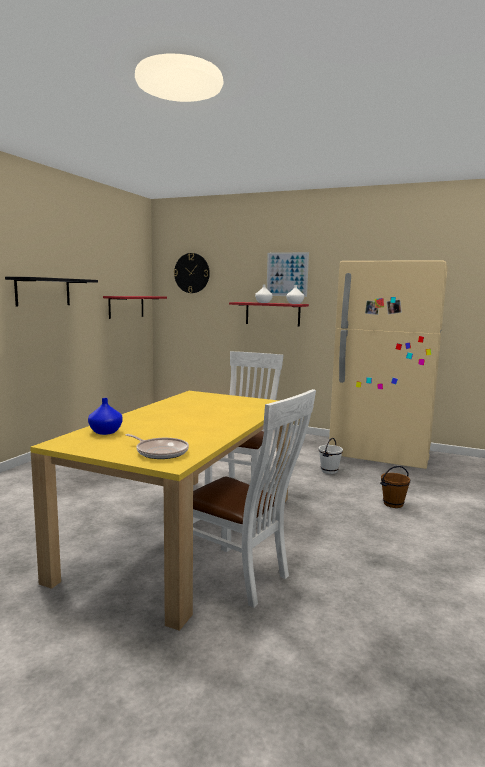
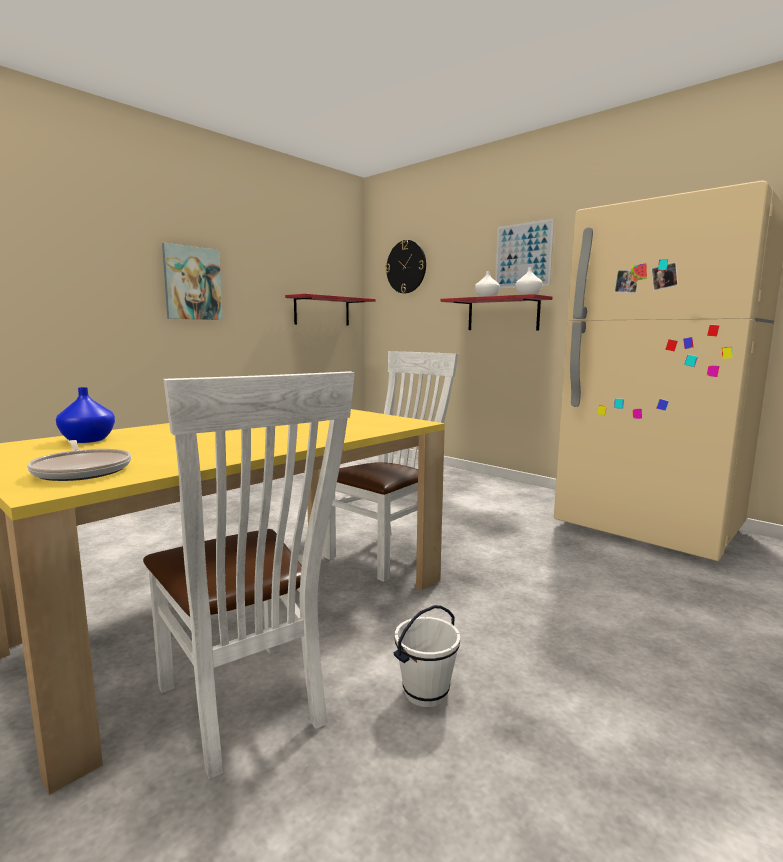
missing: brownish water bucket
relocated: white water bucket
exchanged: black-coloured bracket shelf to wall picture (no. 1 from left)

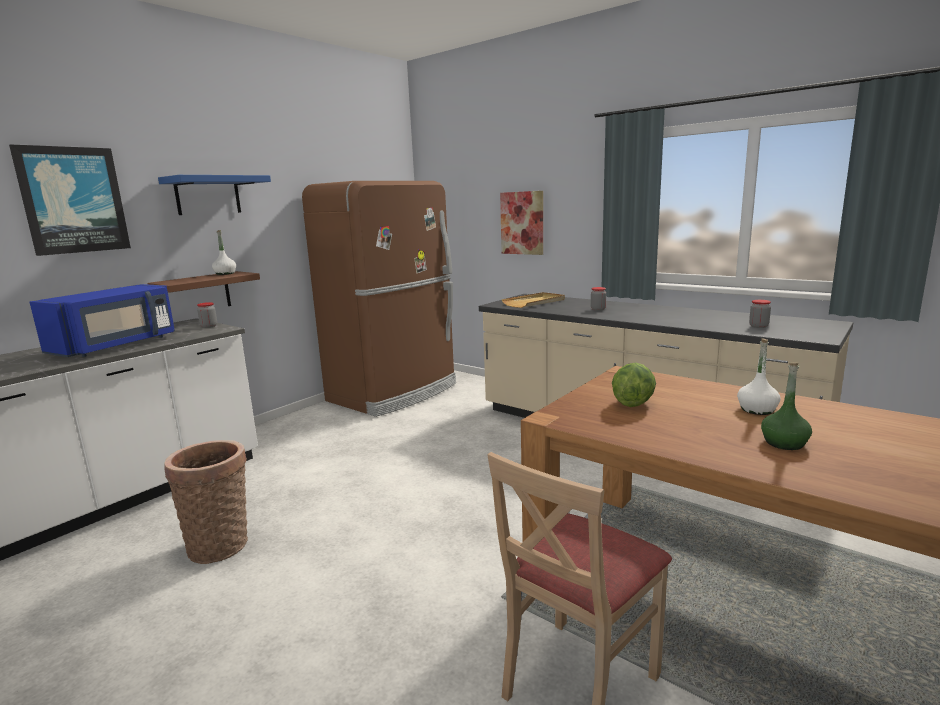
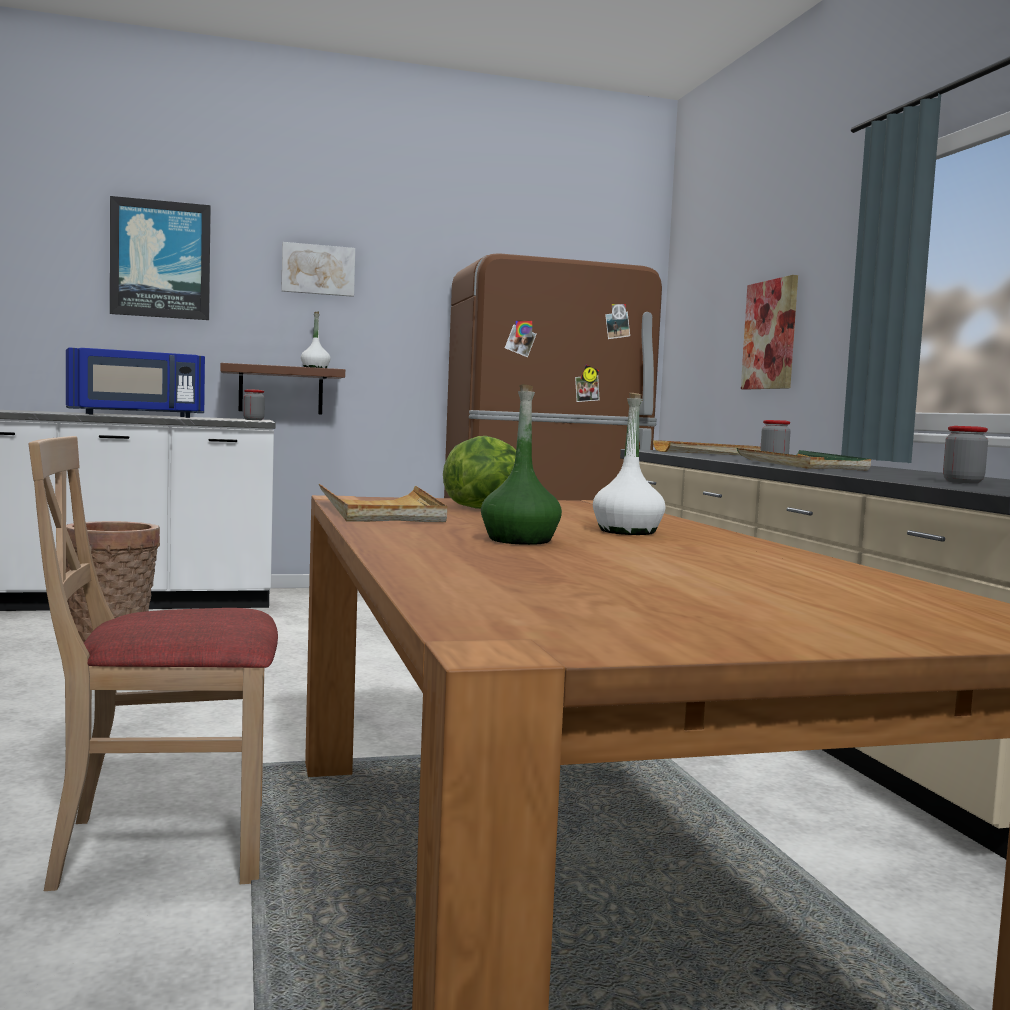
appeared: green serving tray; beige serving tray (no. 1 from left)
exchanged: blue-coloured bracket shelf to wall picture (no. 2 from left)

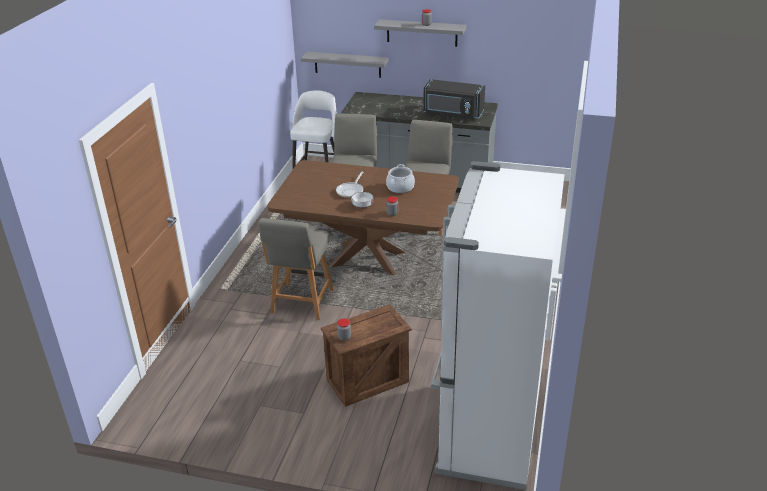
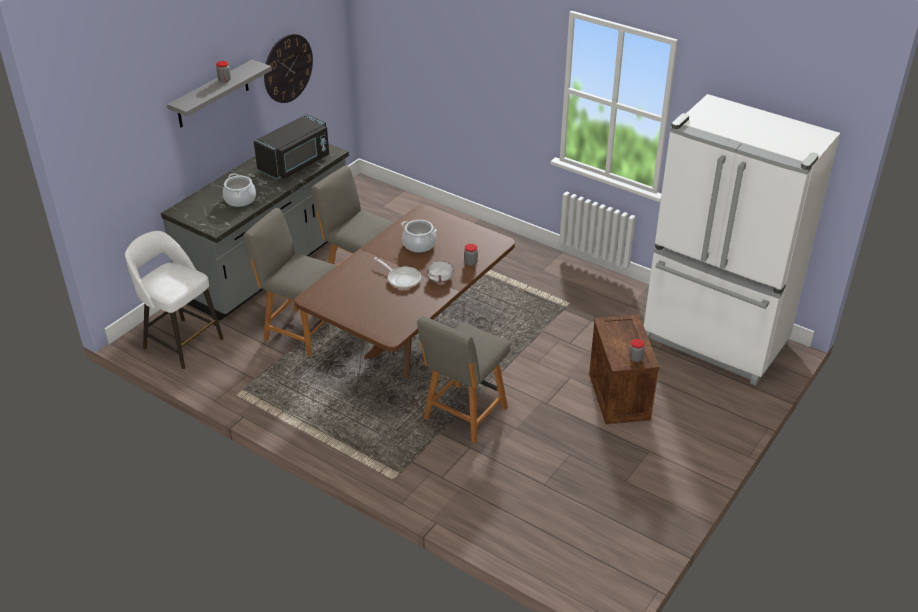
missing: greyish bracket shelf (no. 1 from left)
appeared: clock on the wall; saucepot (no. 1 from left)
spun: greyish plain chair (no. 1 from left in the first image) 90 degrees clockwise

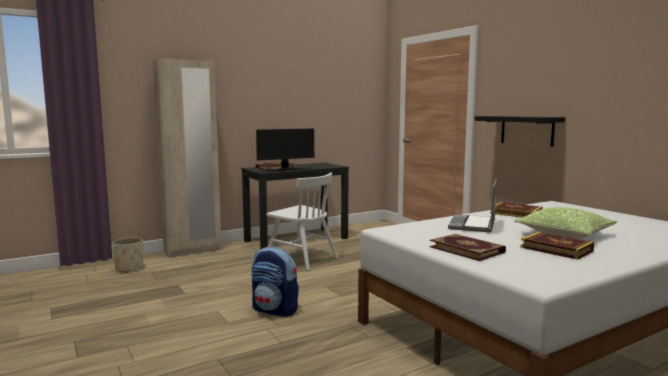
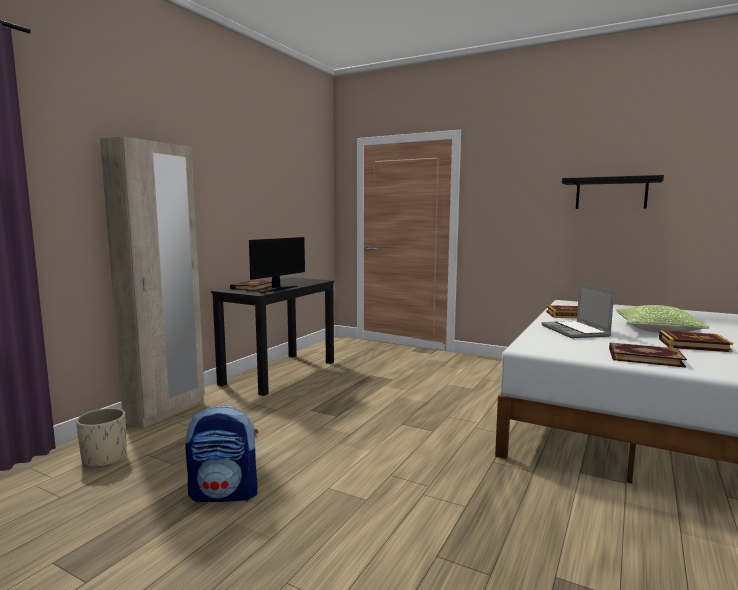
missing: white plain chair
relocated: black-coloured bracket shelf; knapsack

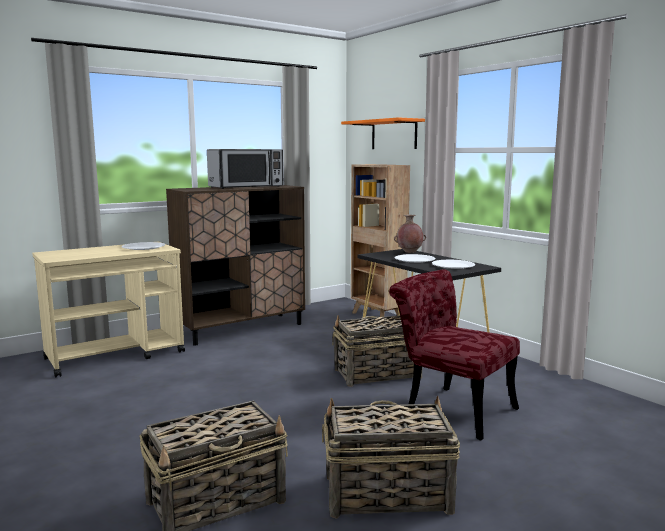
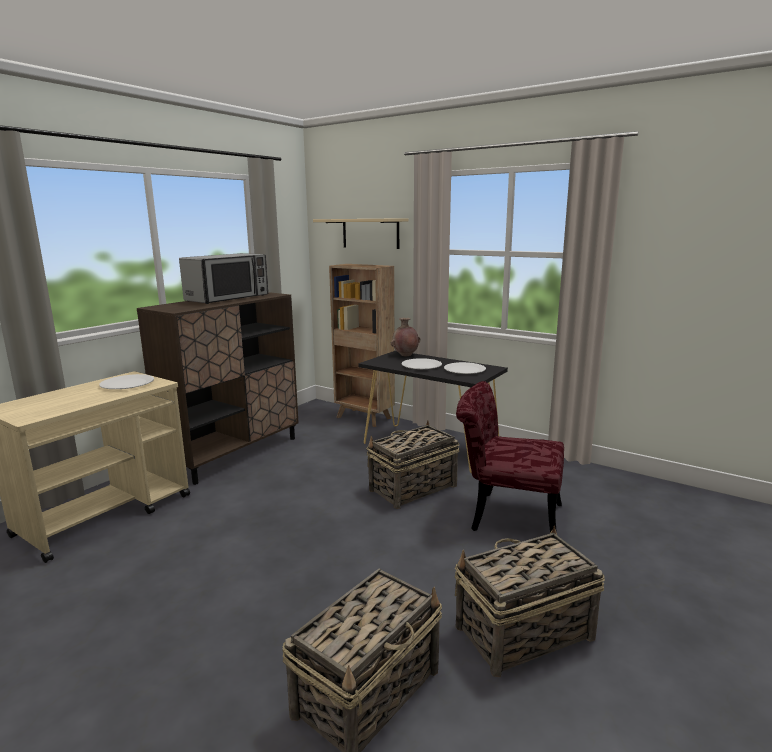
colour: orangey bracket shelf to beige bracket shelf

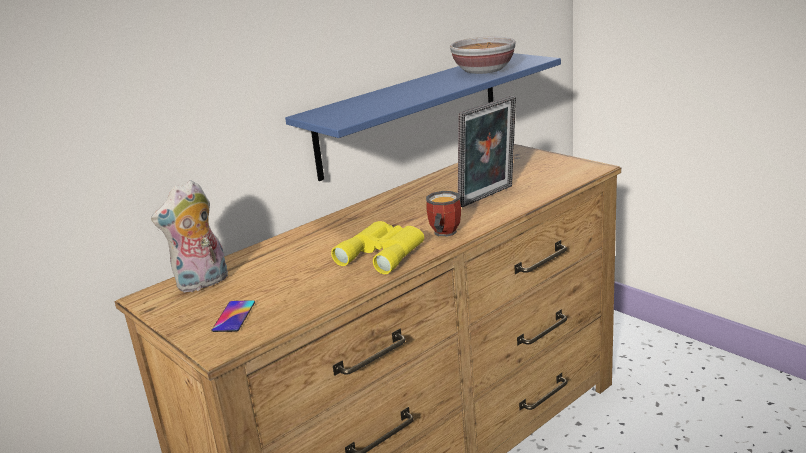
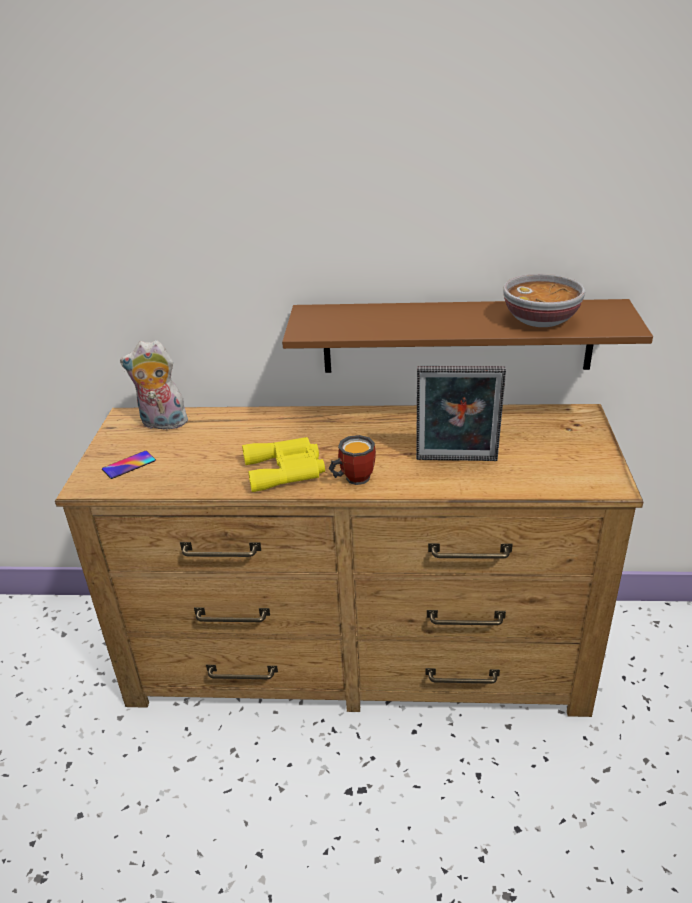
colour: blue-coloured bracket shelf to brownish bracket shelf

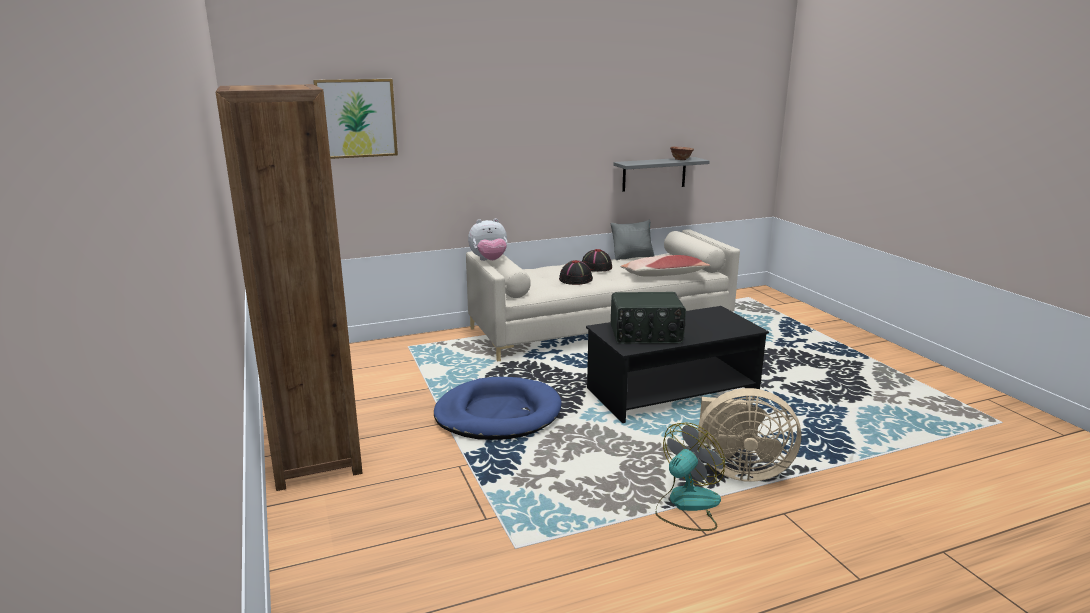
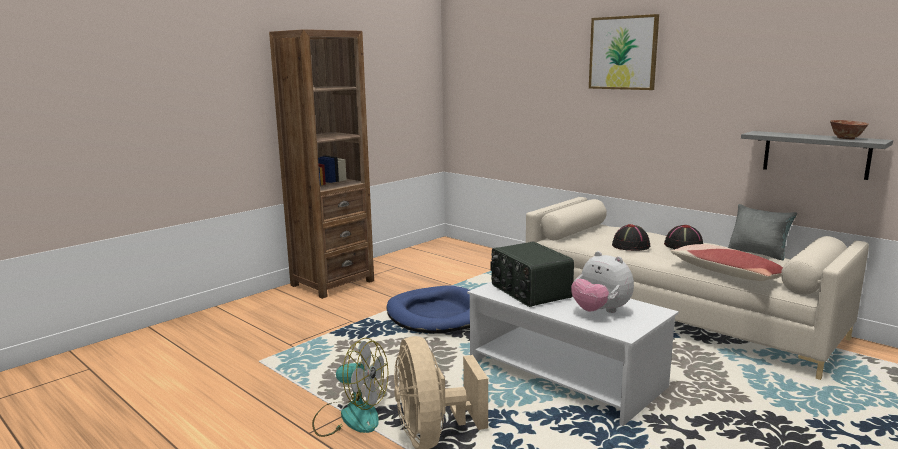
relocated: wall picture; plush toy
colour: black-coloured lounge table to white lounge table

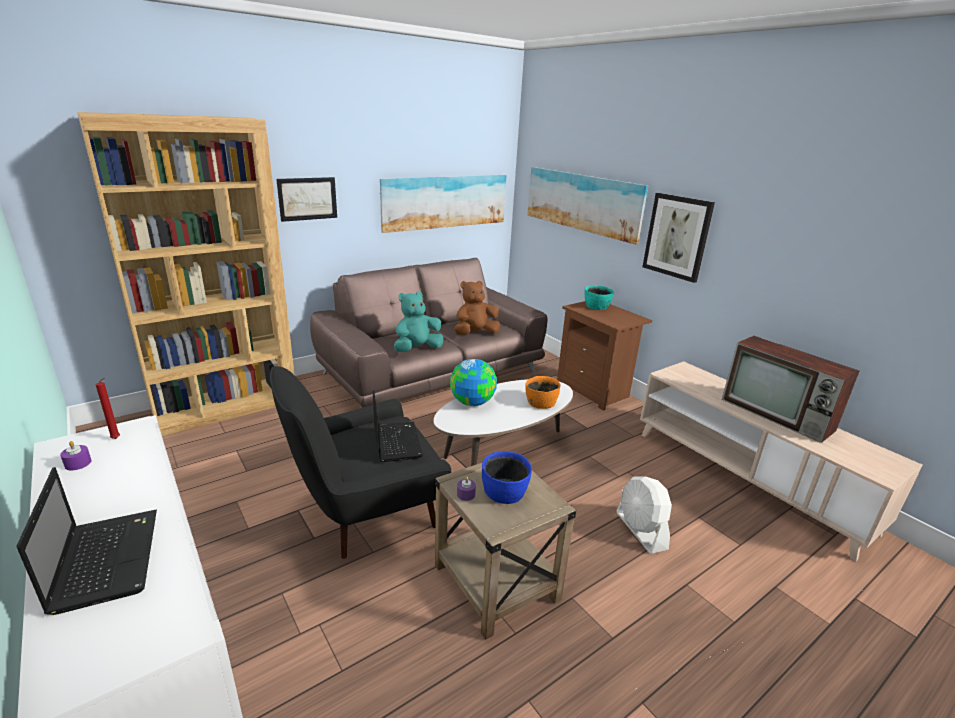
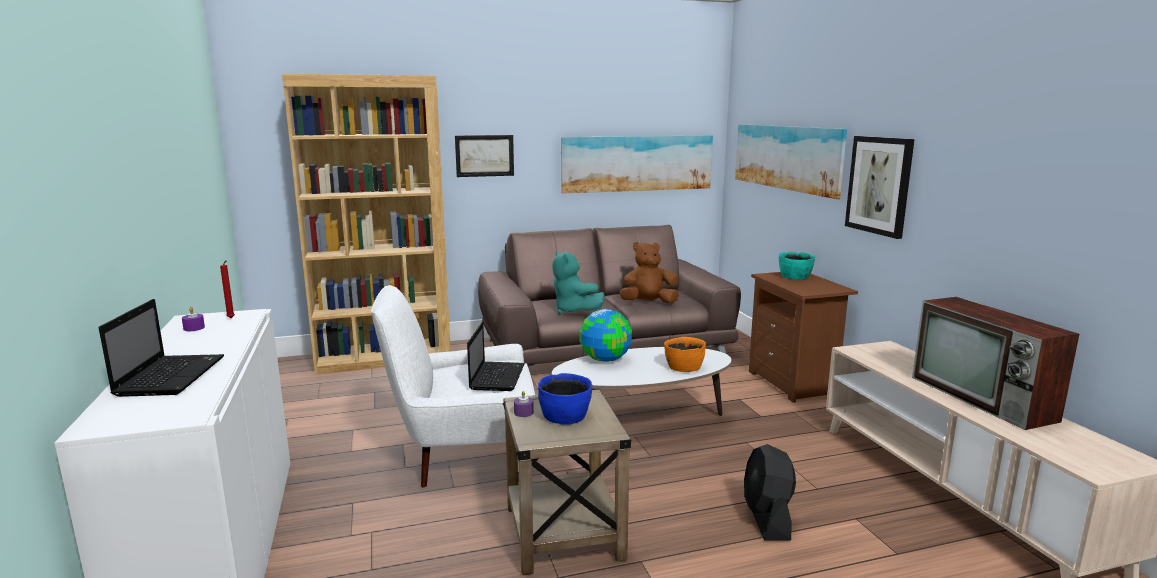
colour: black-coloured easy chair to white easy chair; white fan to black-coloured fan
spun: blue-green plush toy 105 degrees counterclockwise

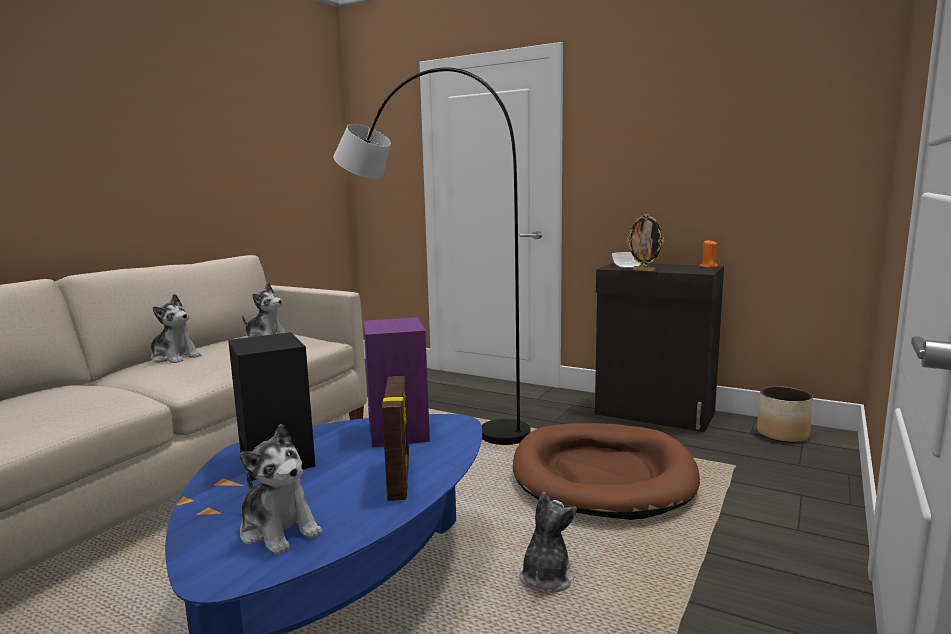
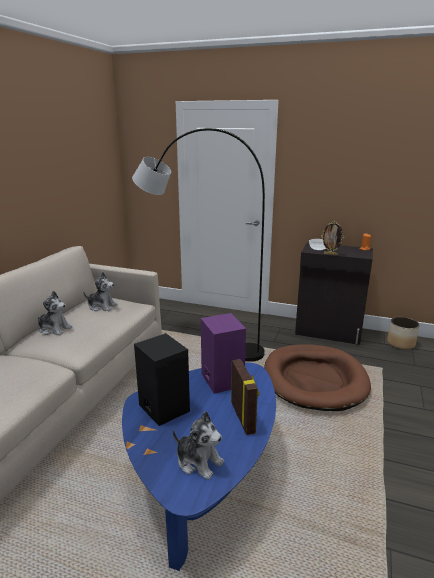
missing: plush toy (no. 4 from left)

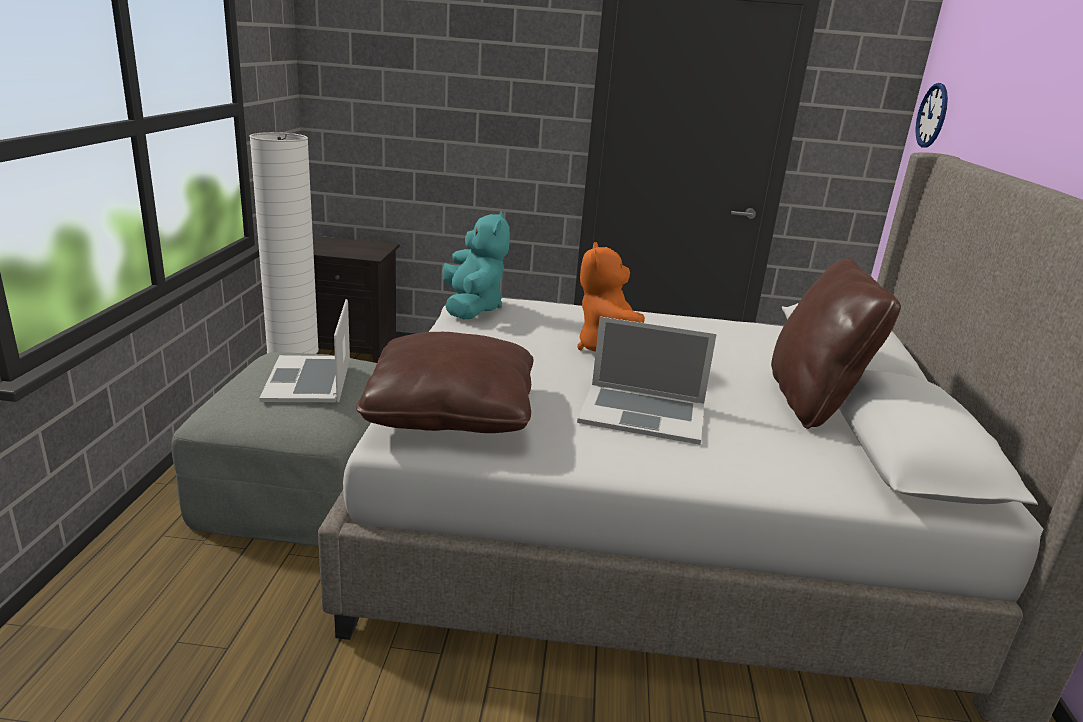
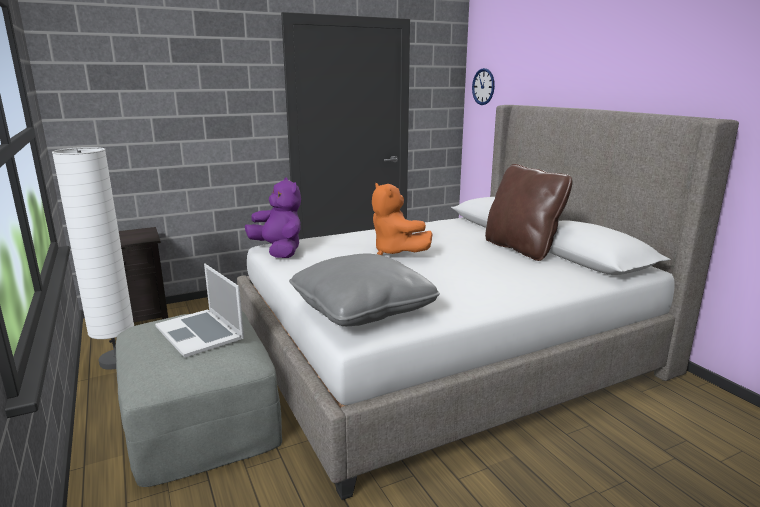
missing: notebook computer (no. 2 from left)
colour: blue-green plush toy to purple-coloured plush toy; brownish throw pillow (no. 1 from left) to greyish throw pillow

